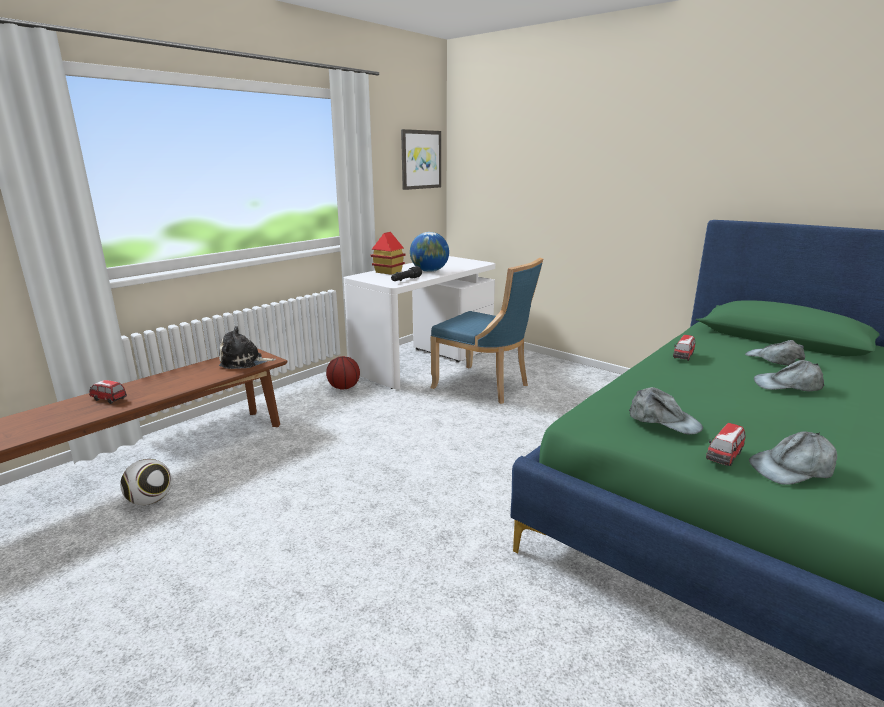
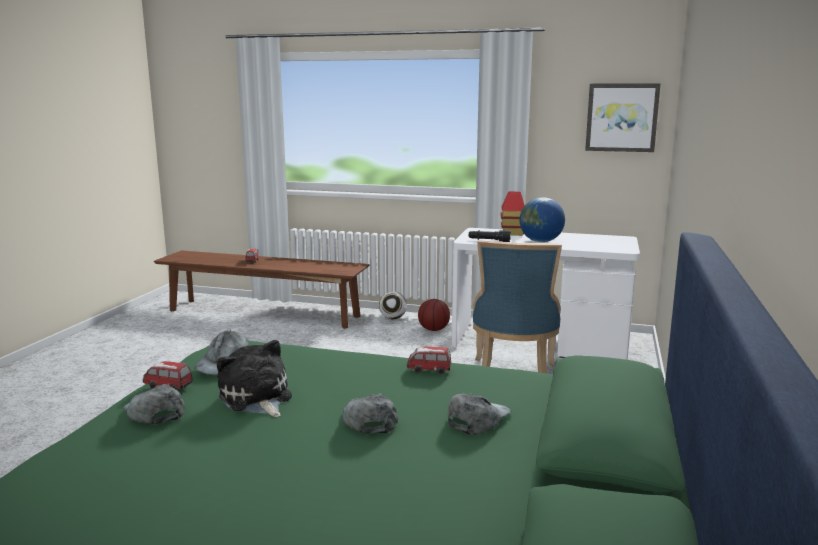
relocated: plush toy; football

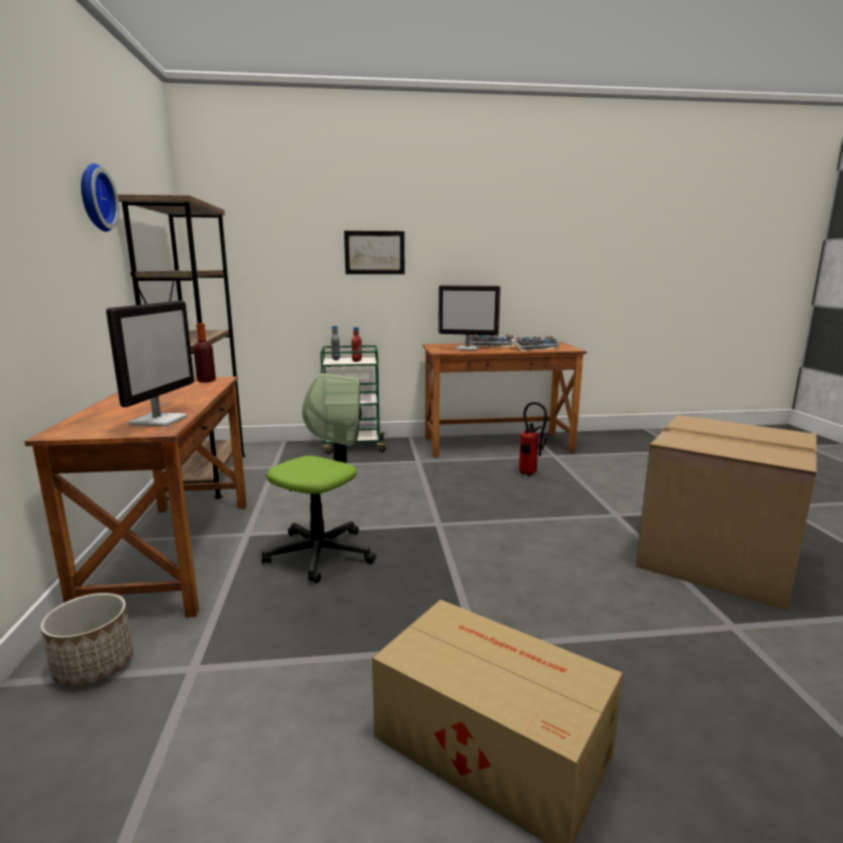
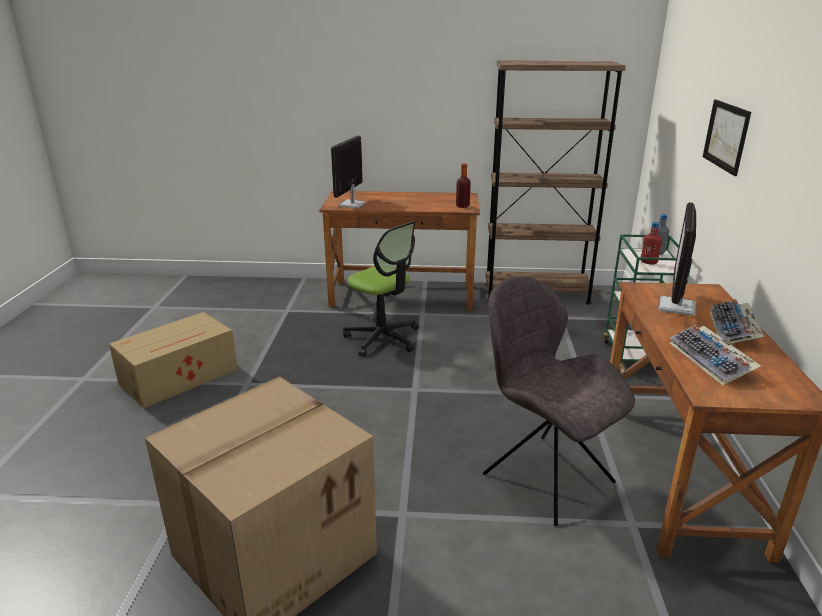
missing: clock on the wall; planter
exchanged: extinguisher to greyish plain chair
spun: computer display (no. 1 from left) 90 degrees clockwise

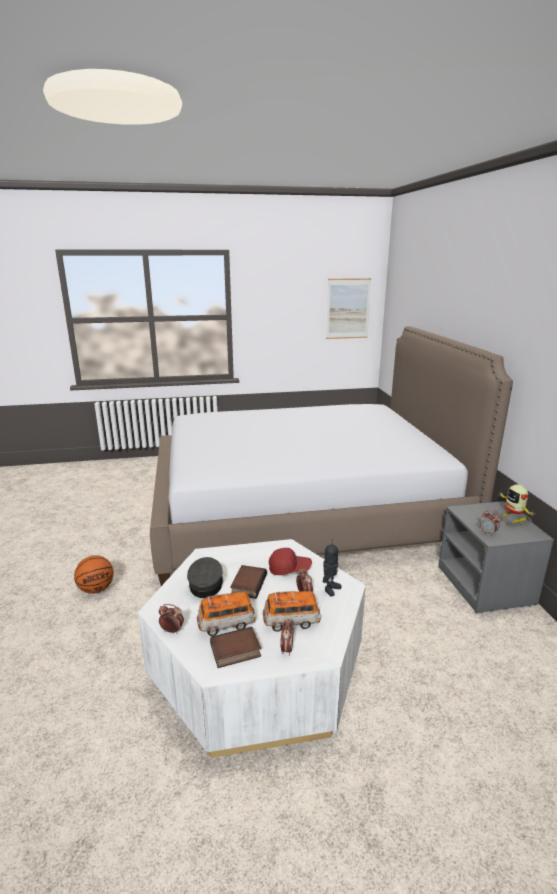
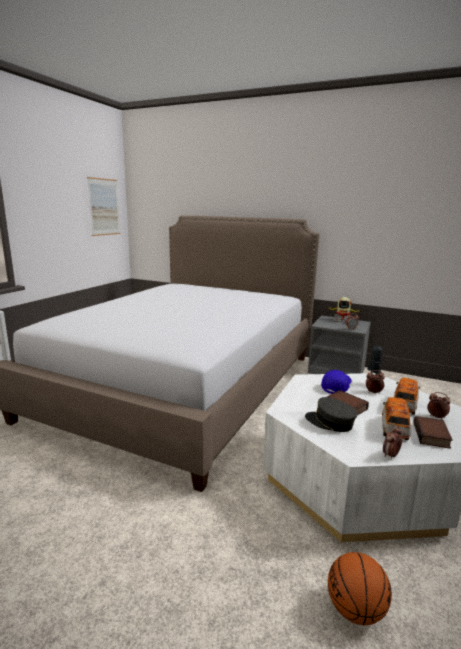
relocated: ball for basketball
colour: red-coloured cap to blue-coloured cap

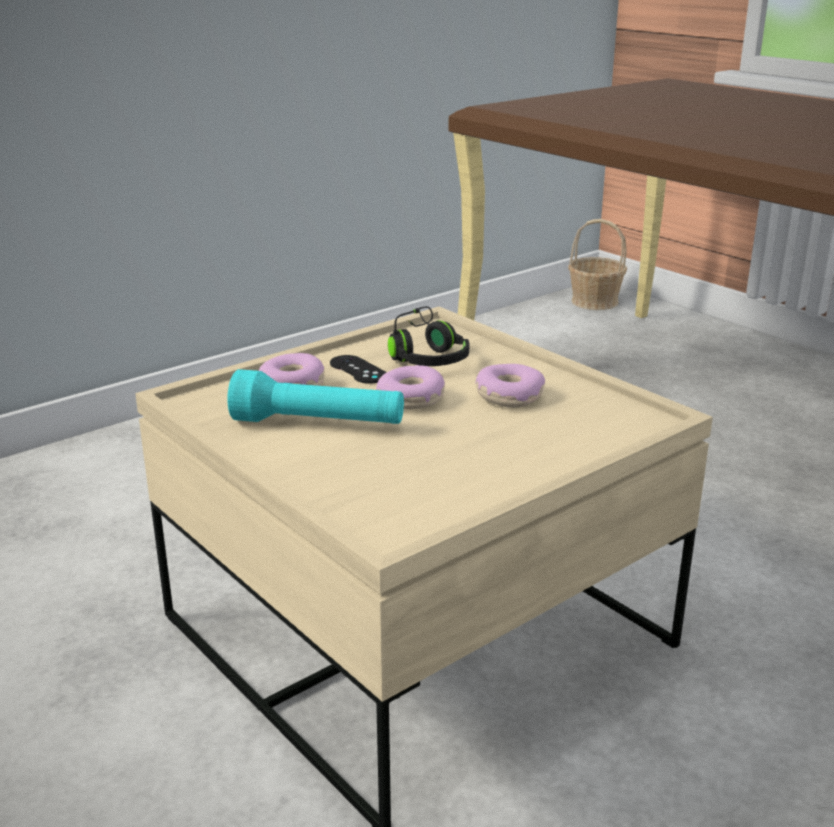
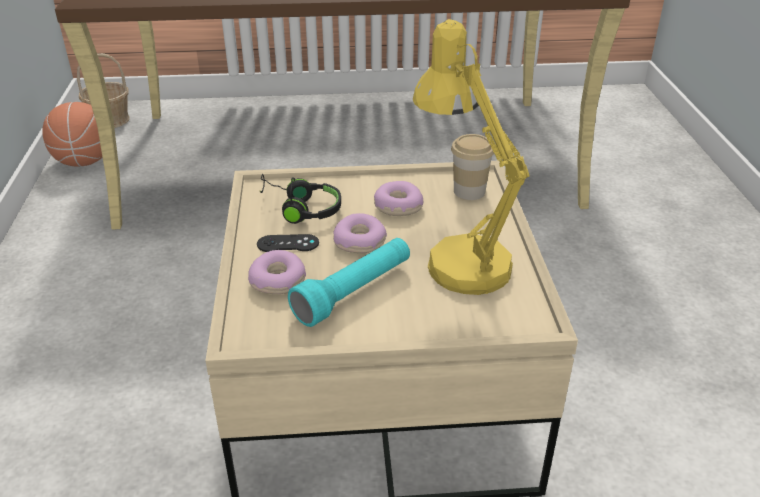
appeared: yellow tabletop lamp; ball for basketball; drinking cup

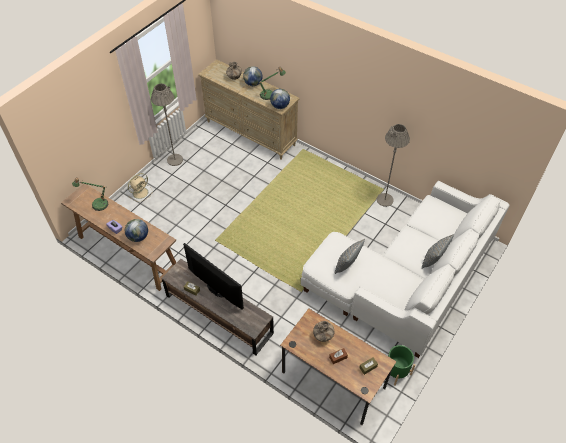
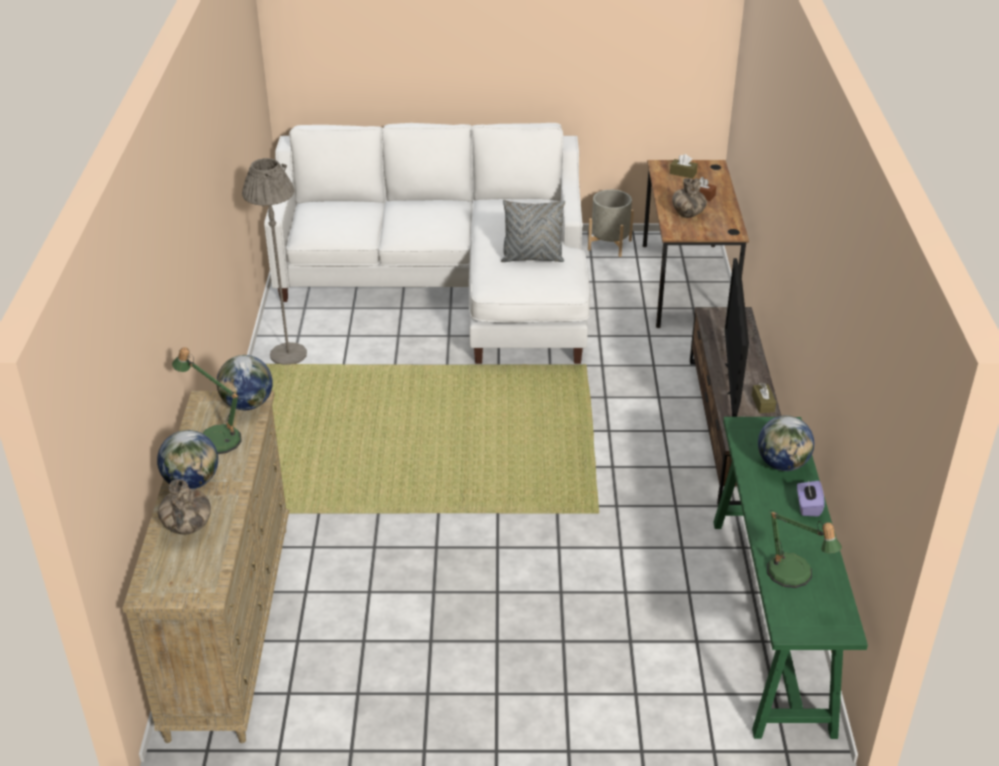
missing: greyish standing lamp (no. 1 from left); beige fan; greyish throw pillow (no. 2 from left)
colour: brownish hall table to green hall table; green planter to greyish planter

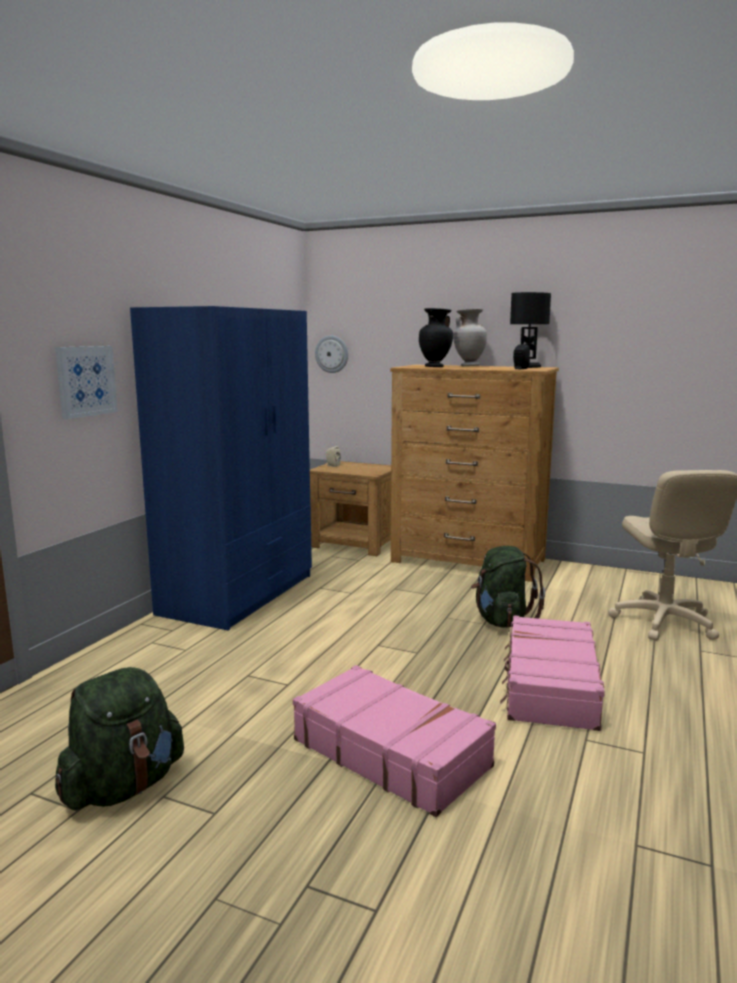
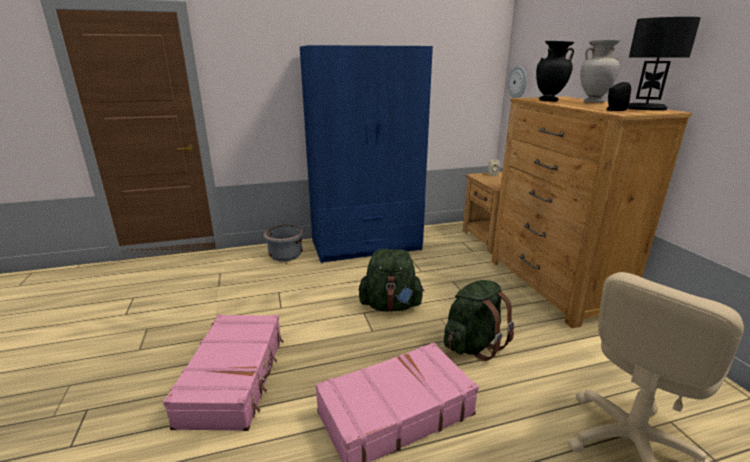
missing: wall picture
appeared: greyish planter
relocated: green knapsack (no. 1 from left)

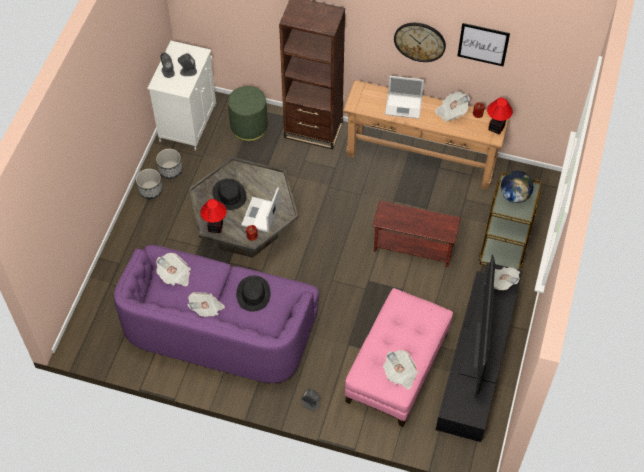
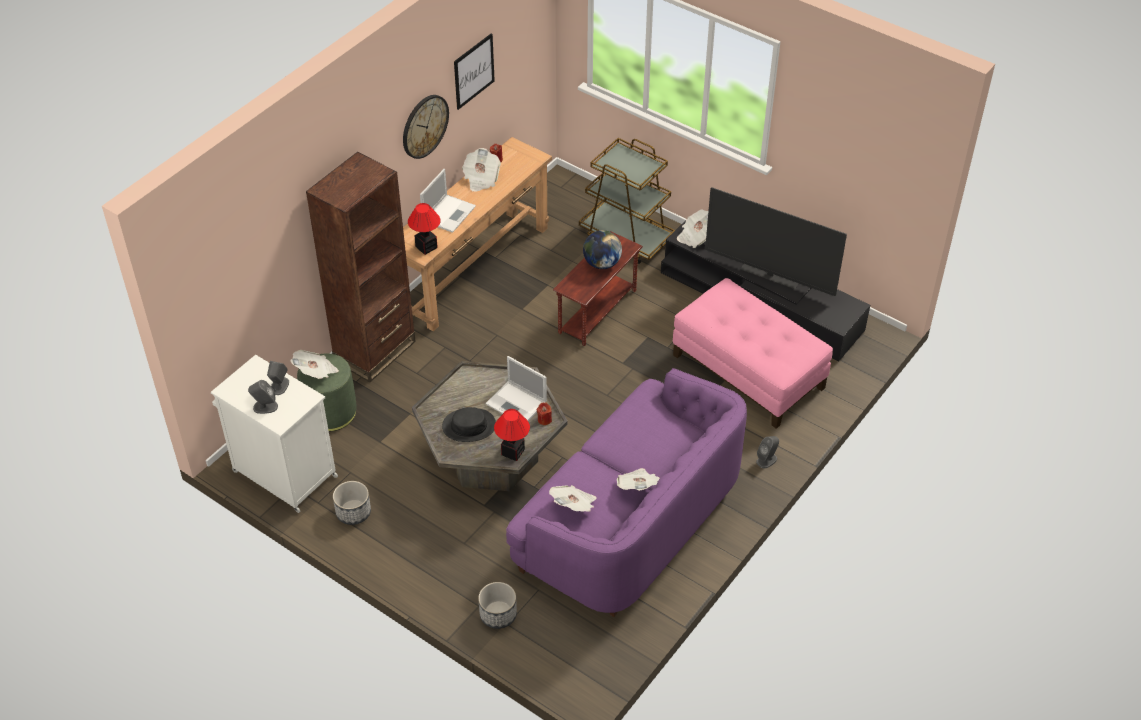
missing: black-coloured wearable hat (no. 2 from left)
relocated: tabletop lamp (no. 2 from left in the first image) to tabletop lamp (no. 1 from left); planter (no. 1 from left in the first image) to planter (no. 2 from left); globe; daily paper (no. 3 from left in the first image) to daily paper (no. 1 from left)

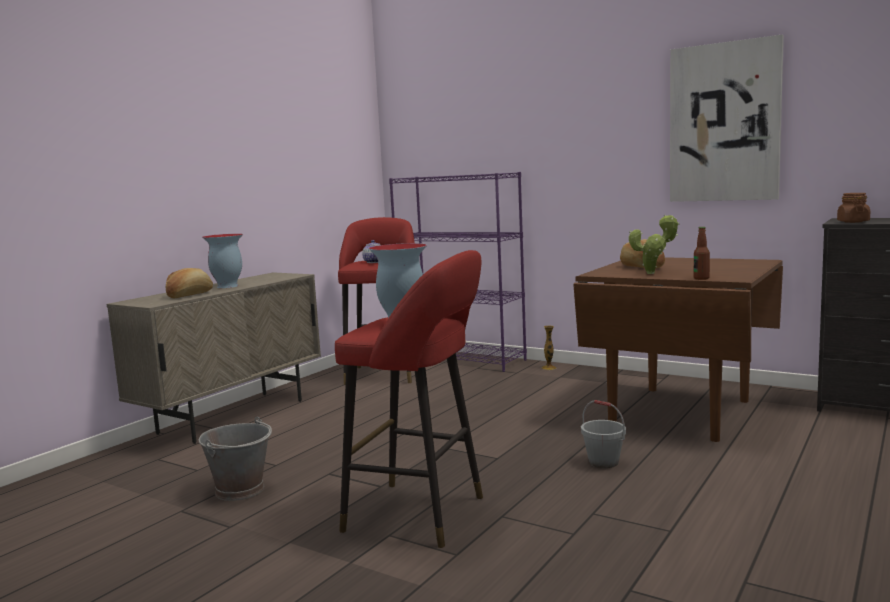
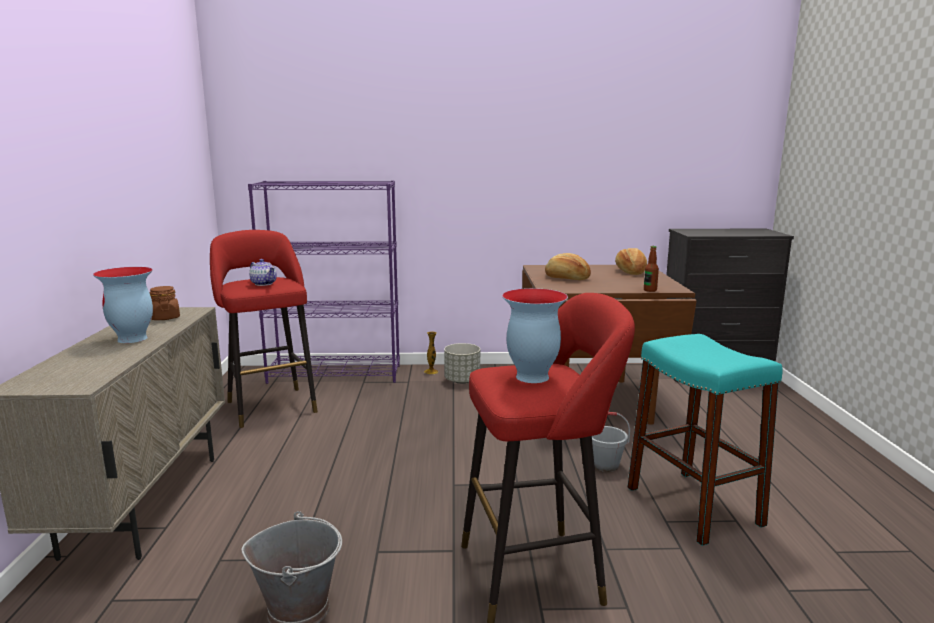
missing: wall picture; houseplant
appeared: blue-green stool; greyish planter
relocated: brownish jar; bread (no. 1 from left in the first image) to bread (no. 2 from left)

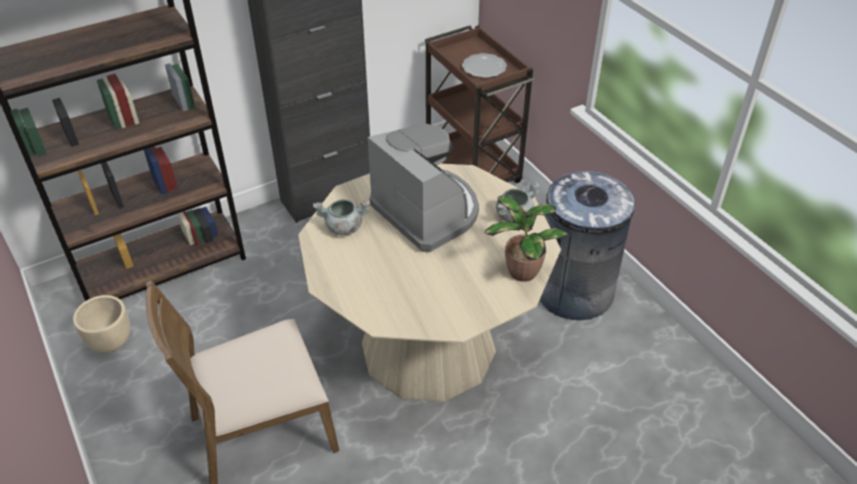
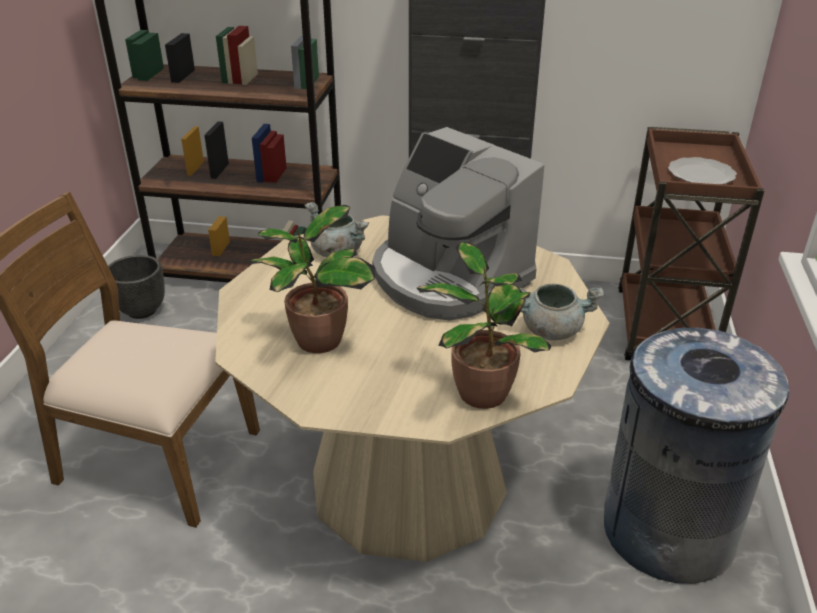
appeared: houseplant (no. 1 from left)
colour: beige planter to black-coloured planter
spun: coffee maker 135 degrees clockwise

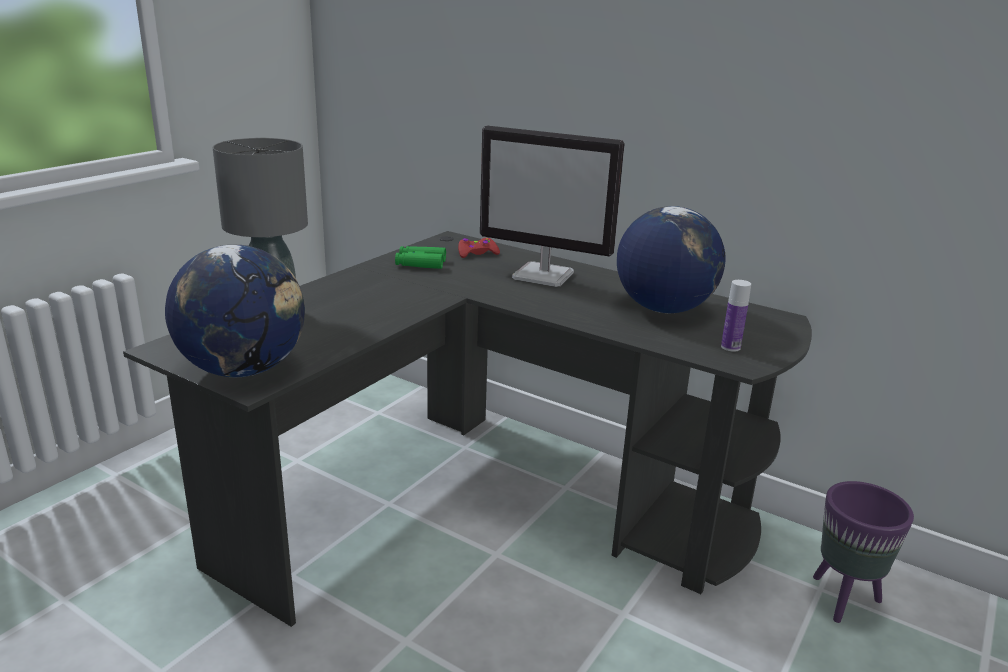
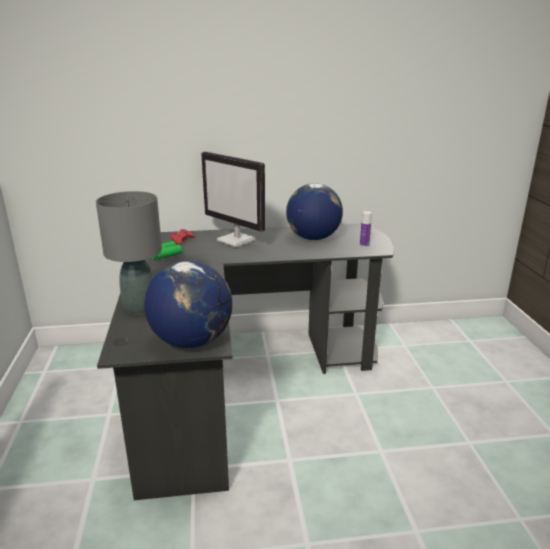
missing: purple-coloured planter
spun: computer display 60 degrees clockwise

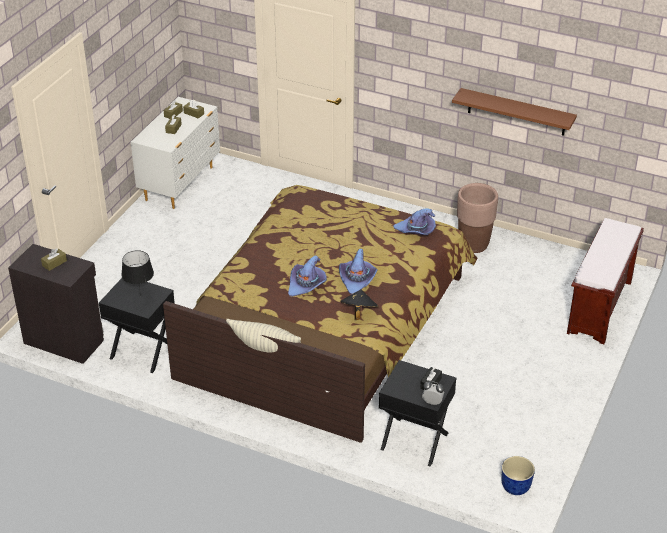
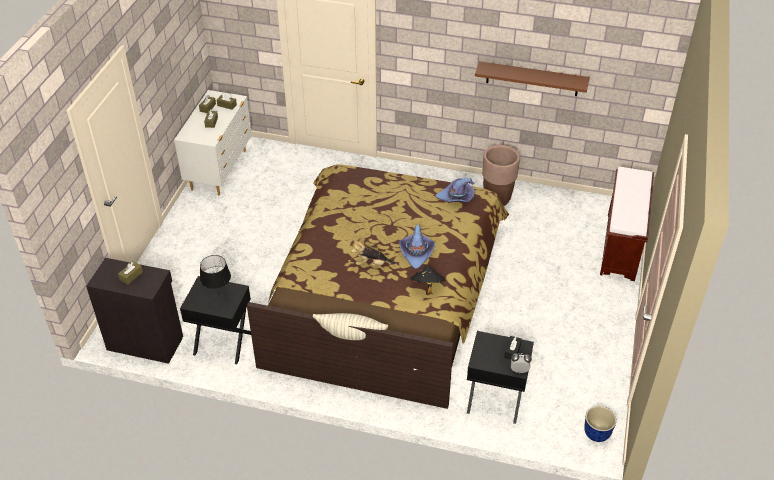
exchanged: purple-coloured wearable hat (no. 1 from left) to plush toy

